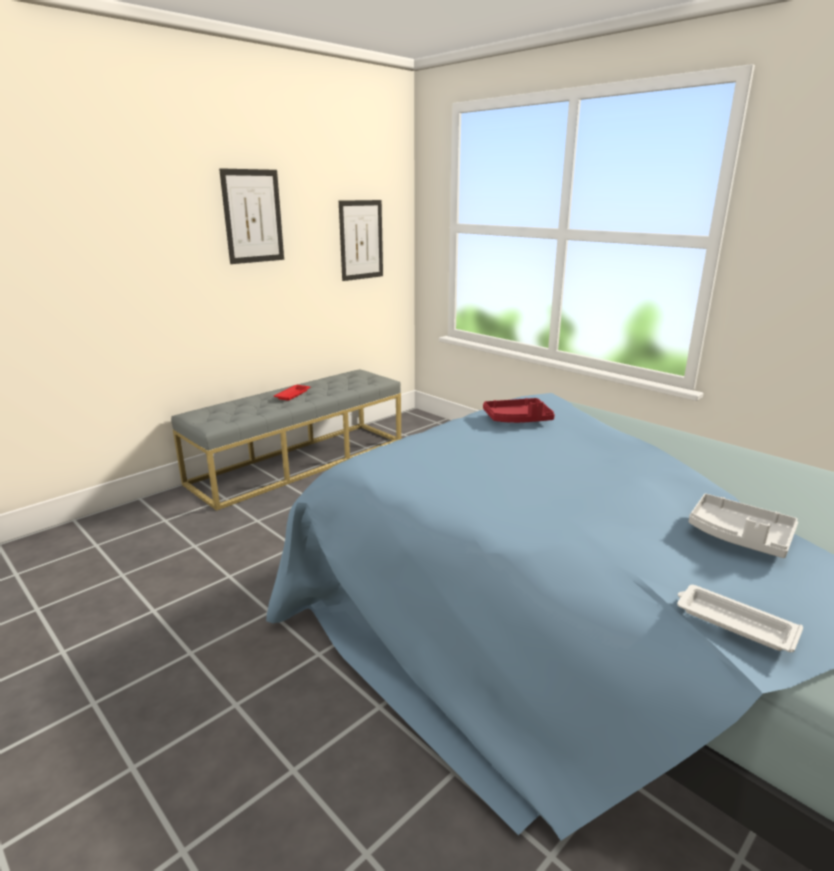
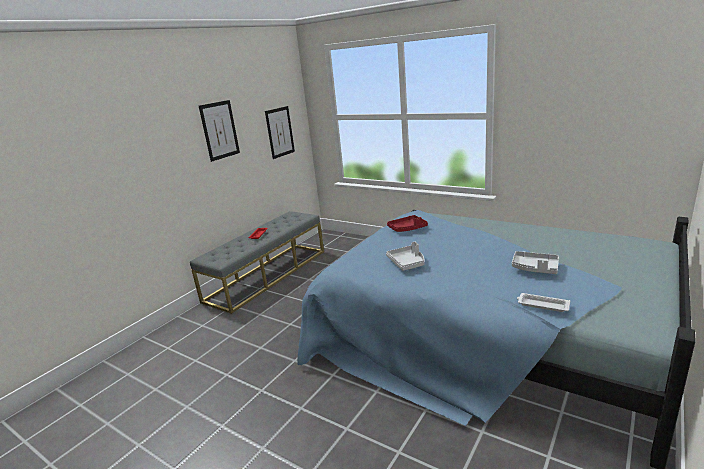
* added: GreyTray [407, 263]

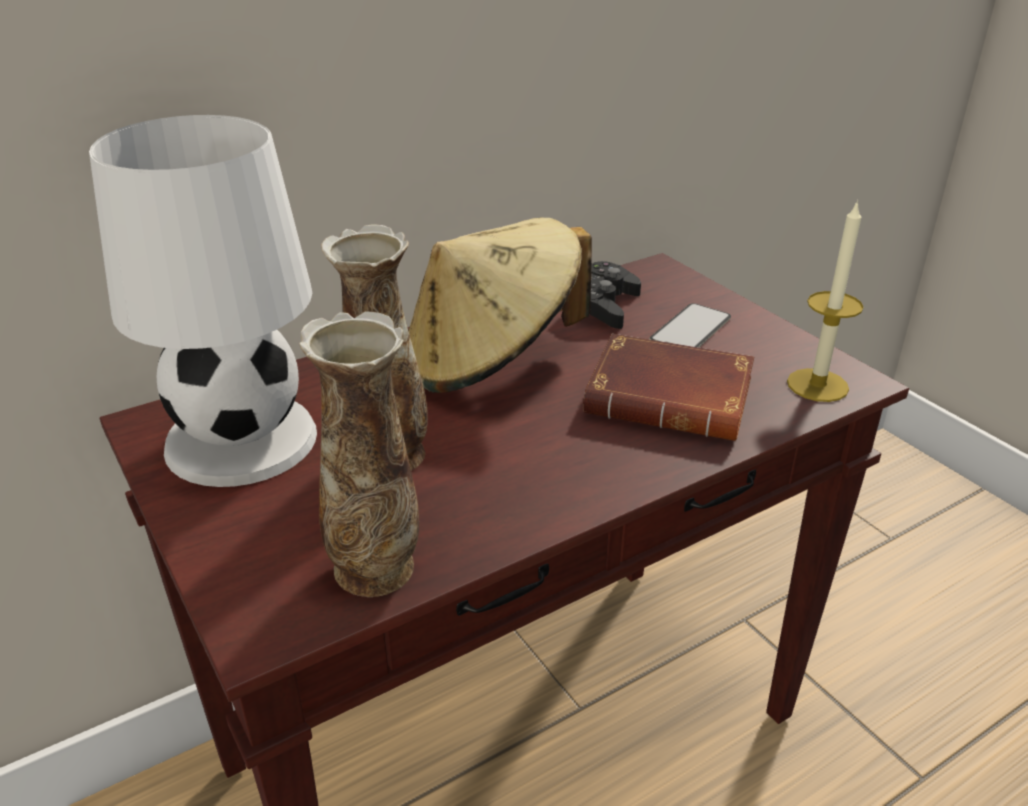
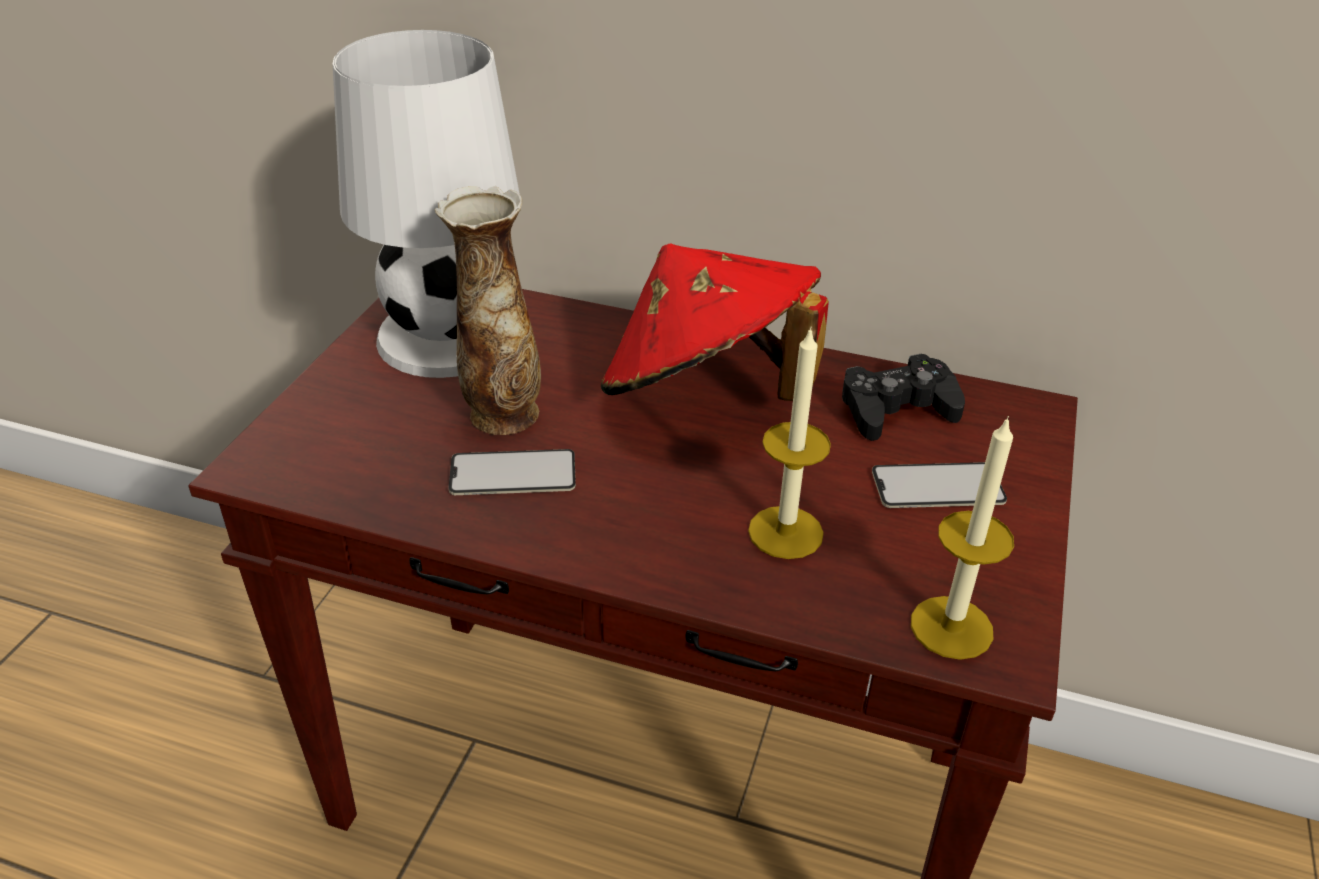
* recoloured: BeigeHat [491, 360] to RedHat [706, 393]
* removed: Vase [375, 570]
* replaced: BrownBook [673, 399] to Candle [785, 532]
* added: Phone [513, 473]

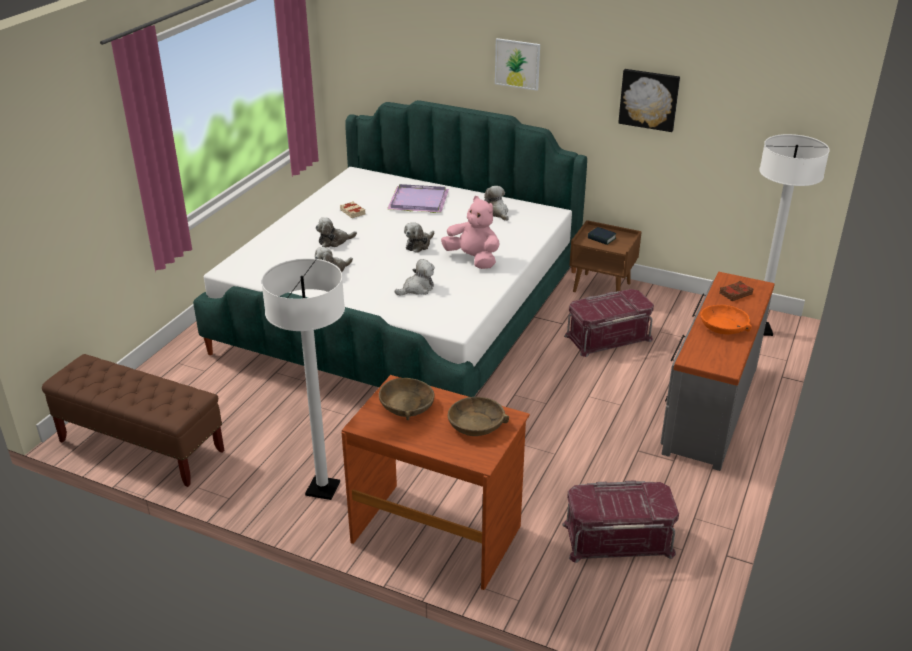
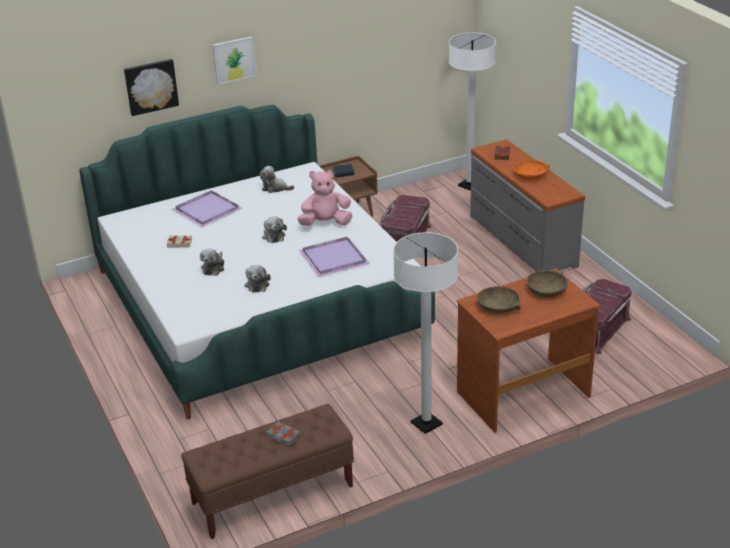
* moved: Picture [649, 99] to [151, 86]
* replaced: PlushToy [417, 289] to PurpleTray [333, 259]
* added: GreyBook [283, 436]

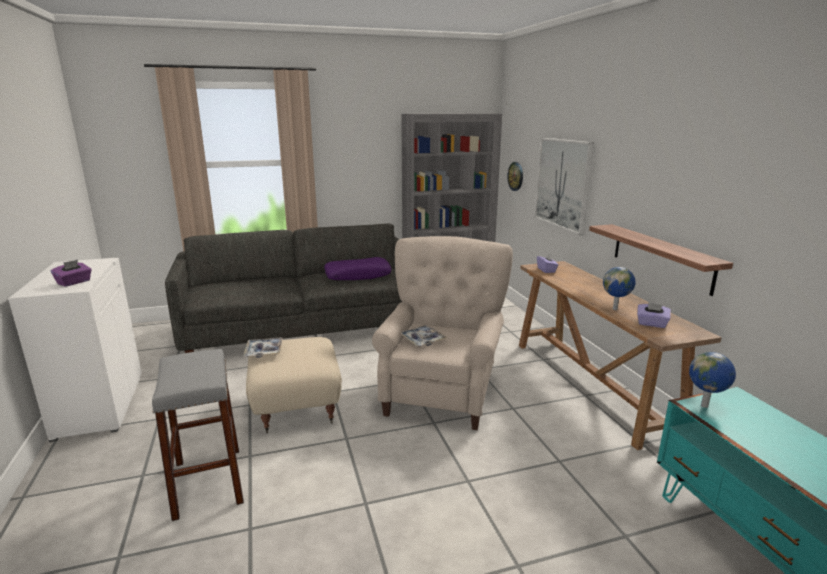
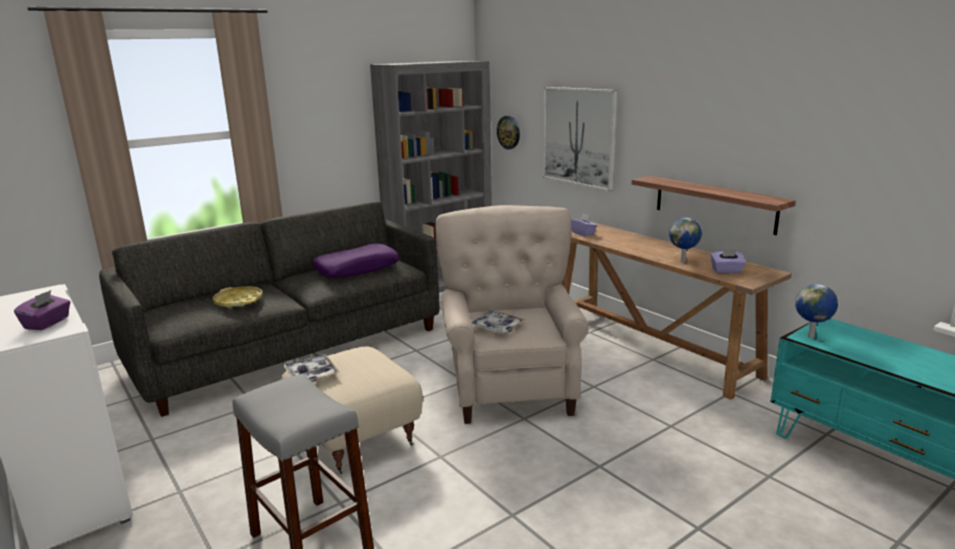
* added: YellowTray [238, 301]

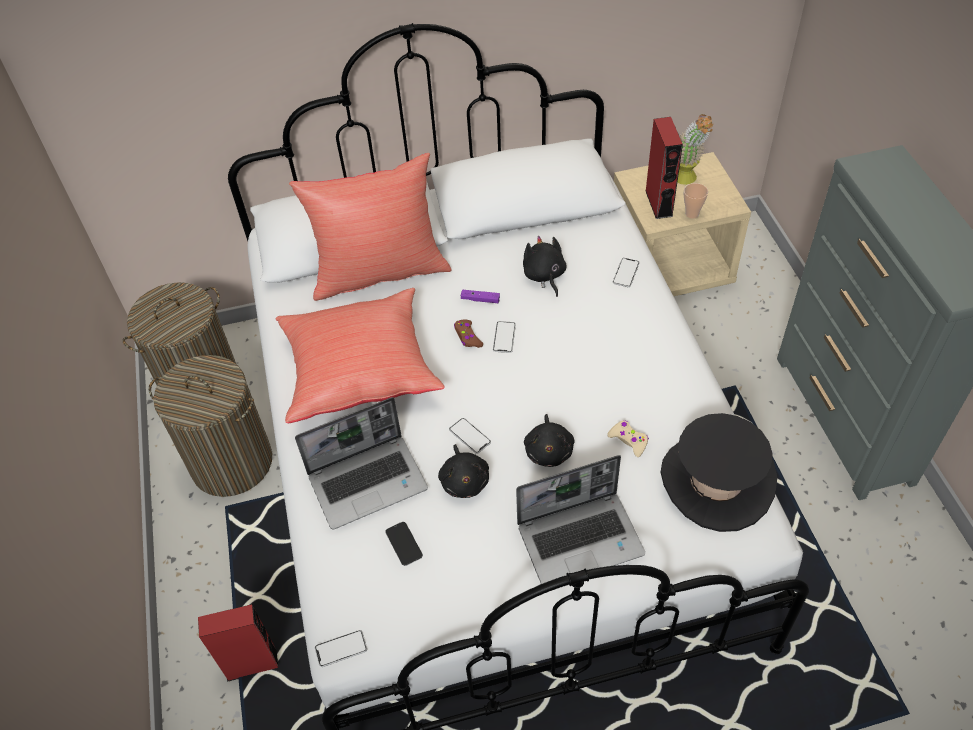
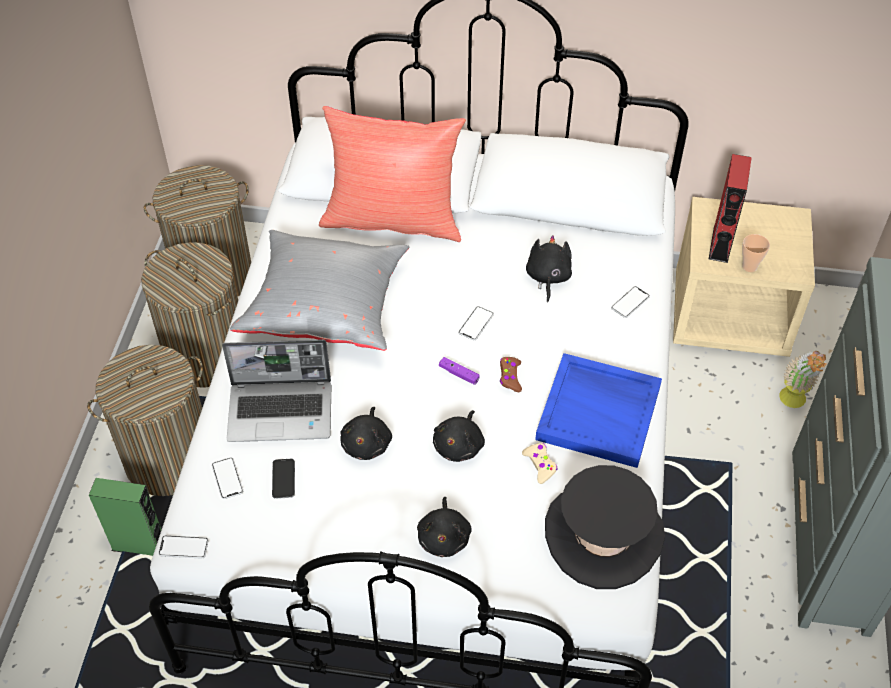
* moved: PottedPlant [688, 180] to [794, 403]
* recoloured: RedPillow [359, 371] to GreyPillow [326, 307]
* moved: PurpleGameController [480, 299] to [459, 374]
* moved: BrownGameController [468, 337] to [510, 377]
* moved: Phone [470, 436] to [227, 478]
* replaced: Laptop [581, 538] to BlackPlushToy [444, 537]
* recoloured: RedSpeaker [252, 665] to GreenSpeaker [139, 545]
* added: LaundryBasket [169, 459]
* added: BlueTray [600, 412]

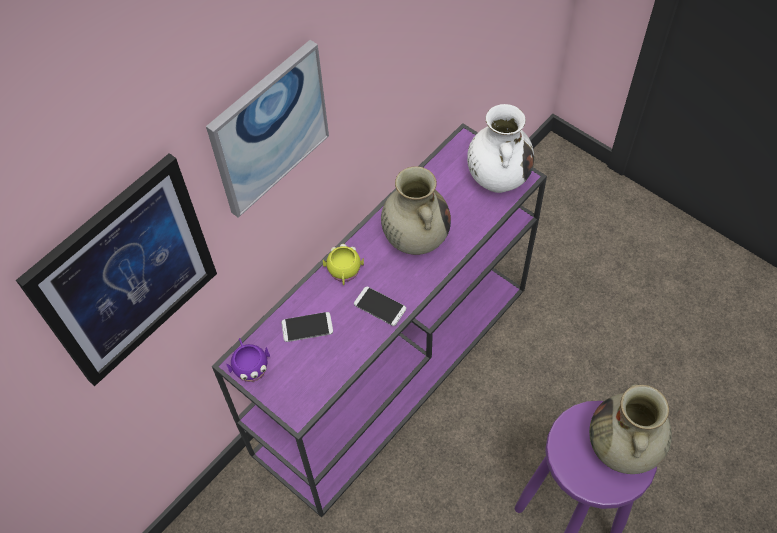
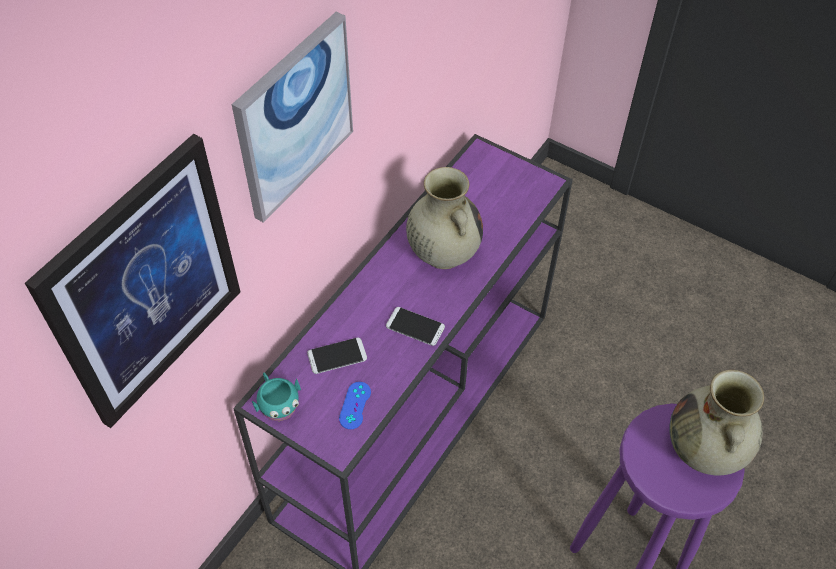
* removed: WhiteVase [497, 177]
* removed: YellowMug [344, 272]
* recoloured: PurpleMug [250, 365] to TurquoiseMug [277, 403]
* added: BlueGameController [355, 405]

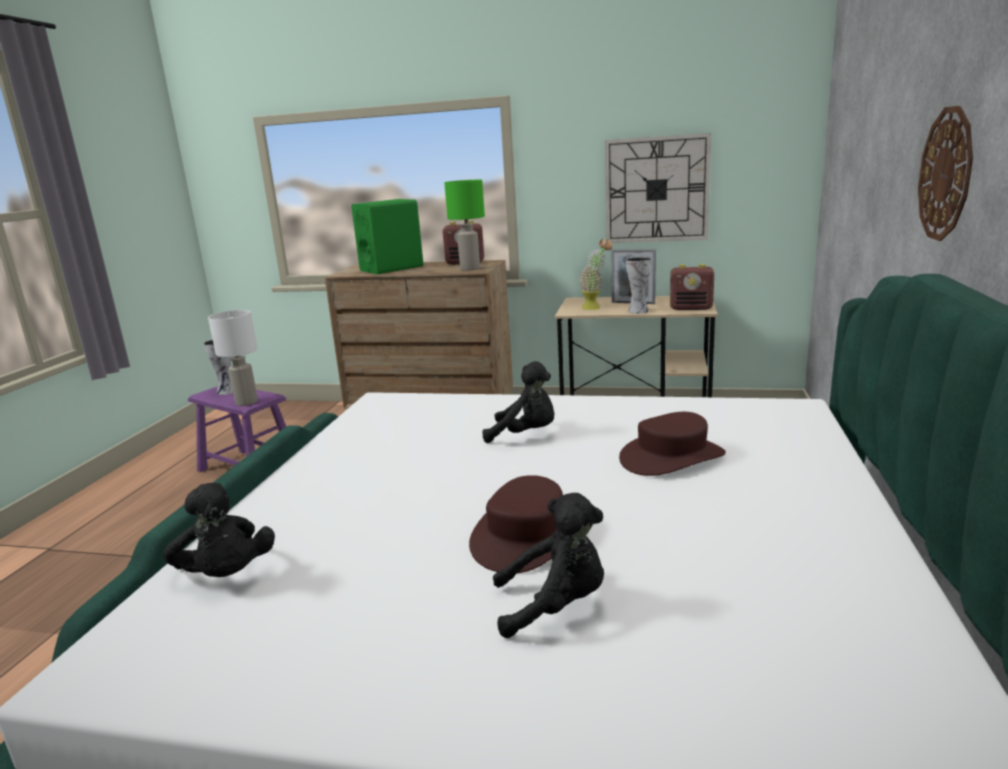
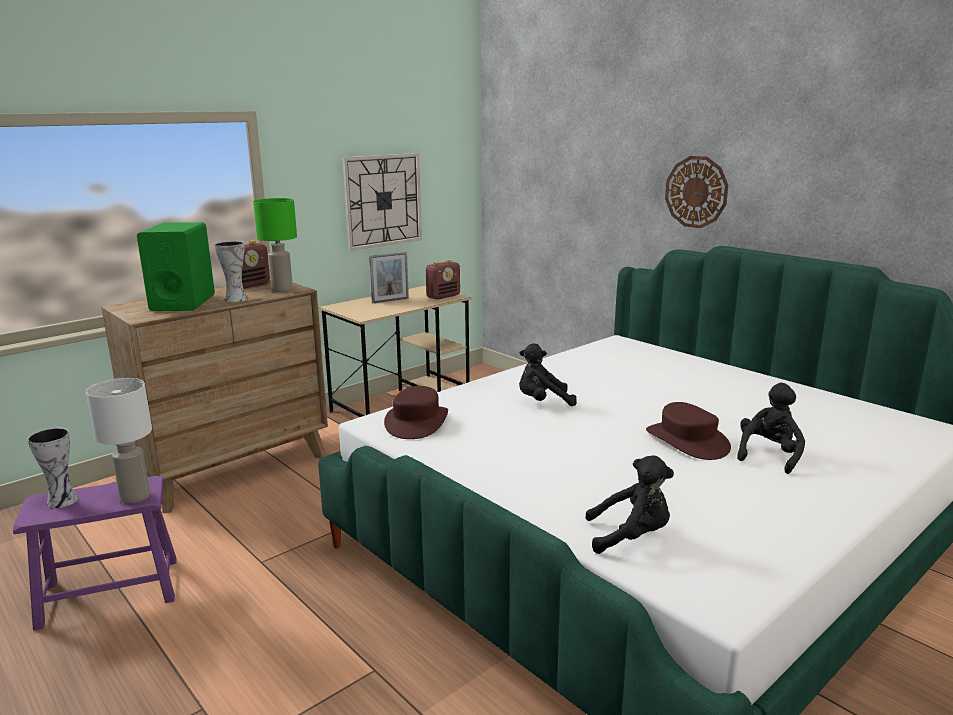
* removed: PottedPlant [596, 307]
* moved: Vase [638, 311] to [235, 299]
* turned: BlackPlushToy [525, 435] = [543, 402] 150 degrees counterclockwise
* moved: BrownHat [671, 457] to [416, 422]

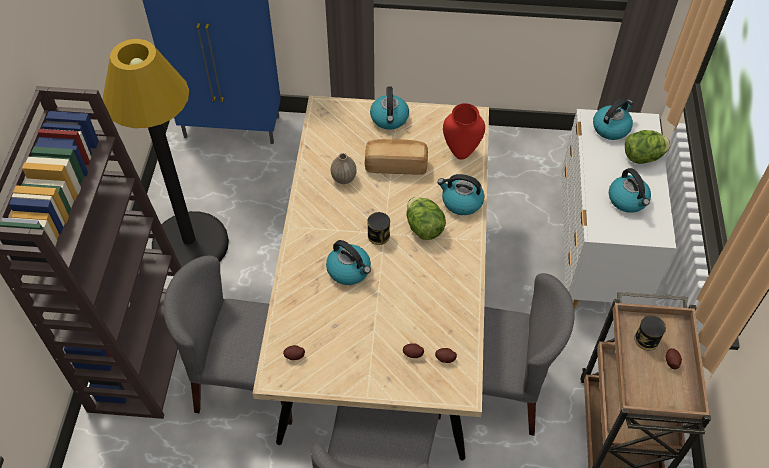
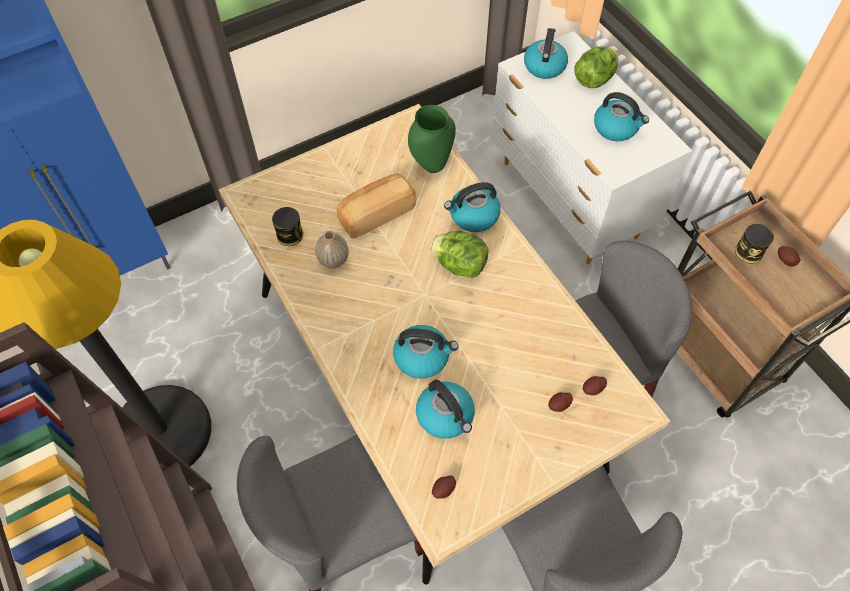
* moved: Kettle [389, 119] to [446, 416]
* recoloured: RedVase [461, 154] to GreenVase [431, 166]
* moved: Can [378, 235] to [290, 235]

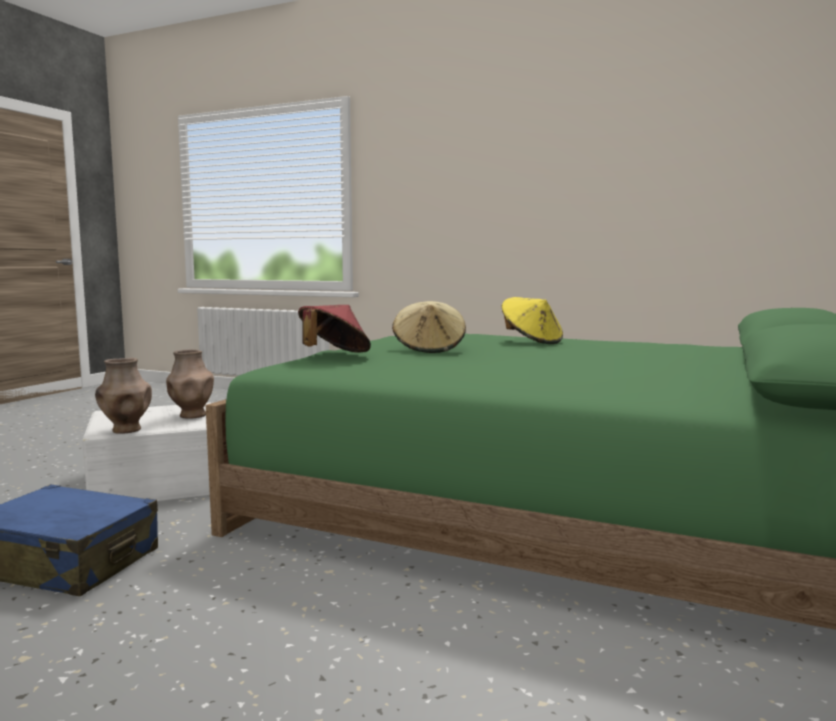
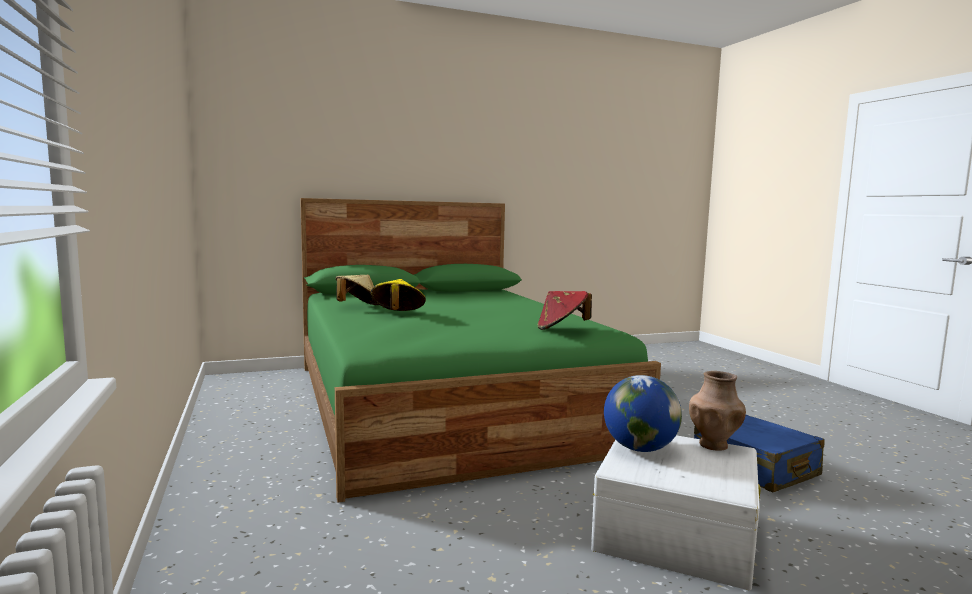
* moved: BeigeHat [429, 349] to [358, 307]
* replaced: BrownVase [192, 415] to Globe [639, 448]

